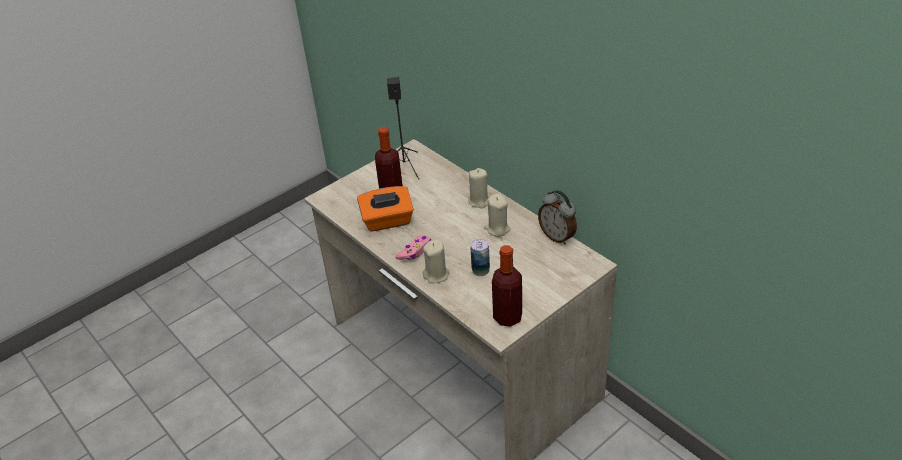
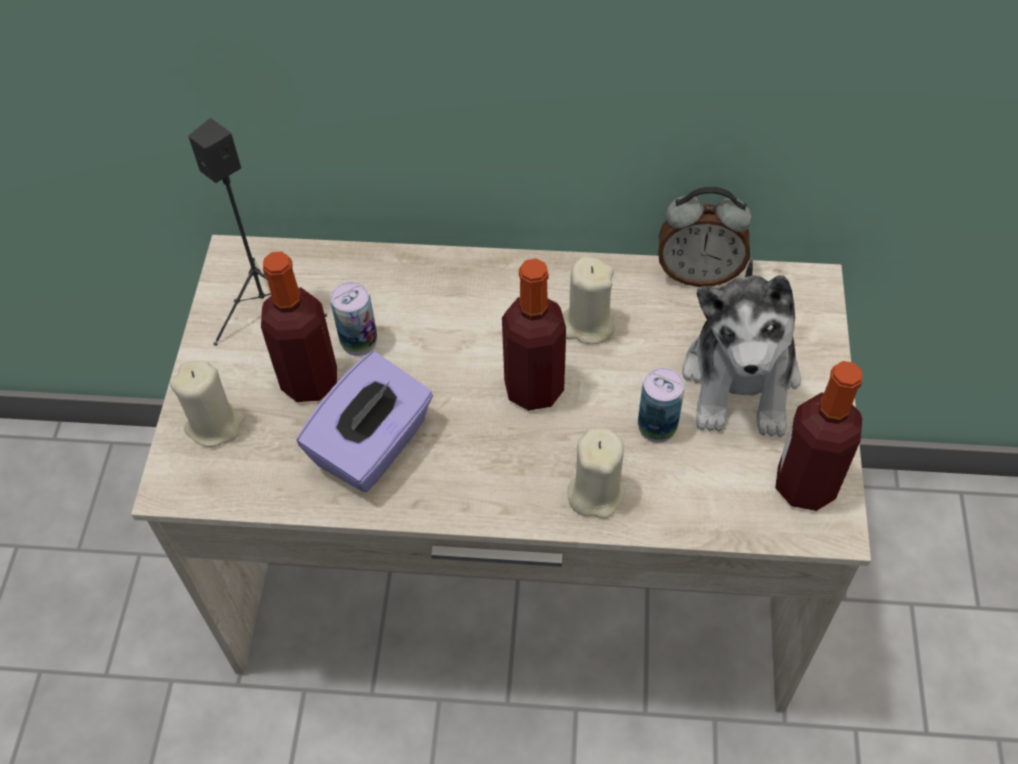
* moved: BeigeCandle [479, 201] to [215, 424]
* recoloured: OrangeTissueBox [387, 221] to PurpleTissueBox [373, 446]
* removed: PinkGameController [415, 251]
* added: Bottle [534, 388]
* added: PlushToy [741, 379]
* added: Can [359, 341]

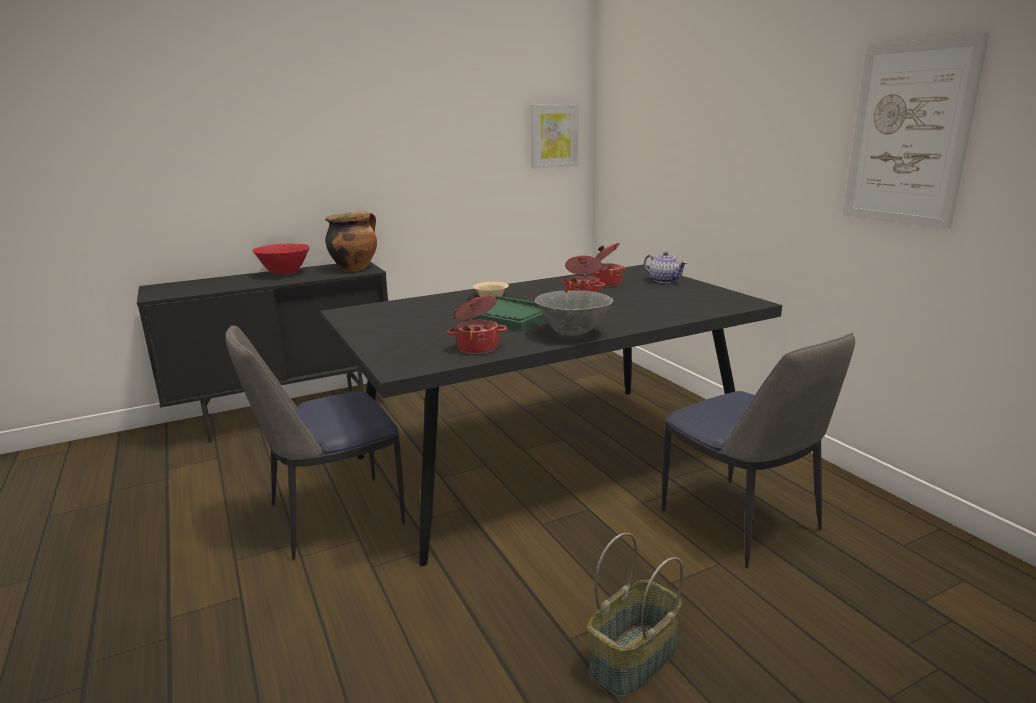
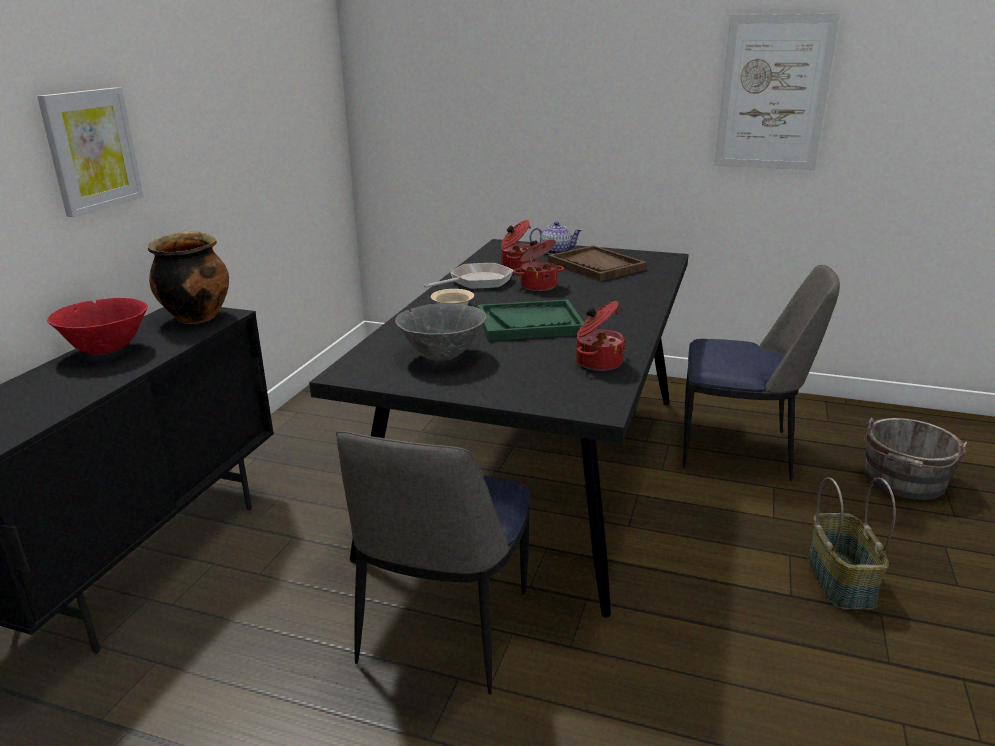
* moved: Picture [553, 136] to [91, 150]
* moved: GreyBowl [572, 333] to [442, 356]
* added: BrownTray [596, 266]
* added: FryingPan [477, 282]
* added: GreyBucket [903, 481]

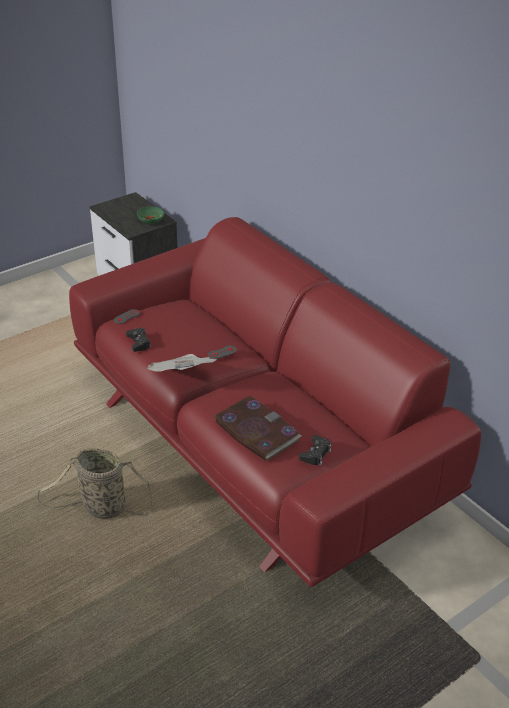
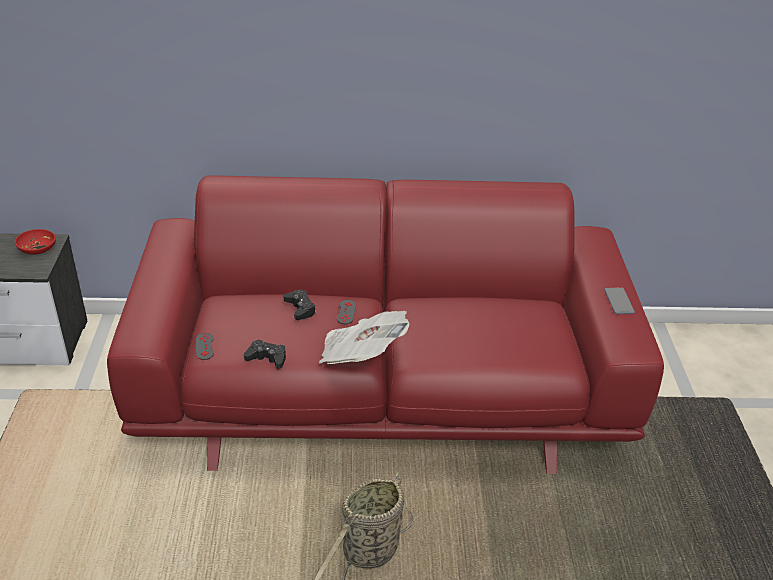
* recoloured: GreenBowl [151, 220] to RedBowl [37, 248]
* removed: Book [256, 431]
* moved: BlackGameController [315, 454] to [300, 308]
* added: Phone [618, 301]

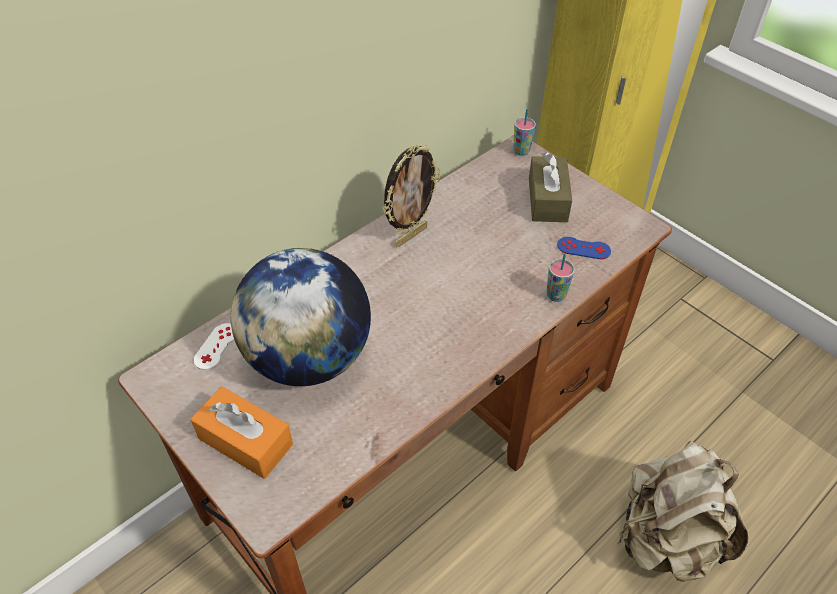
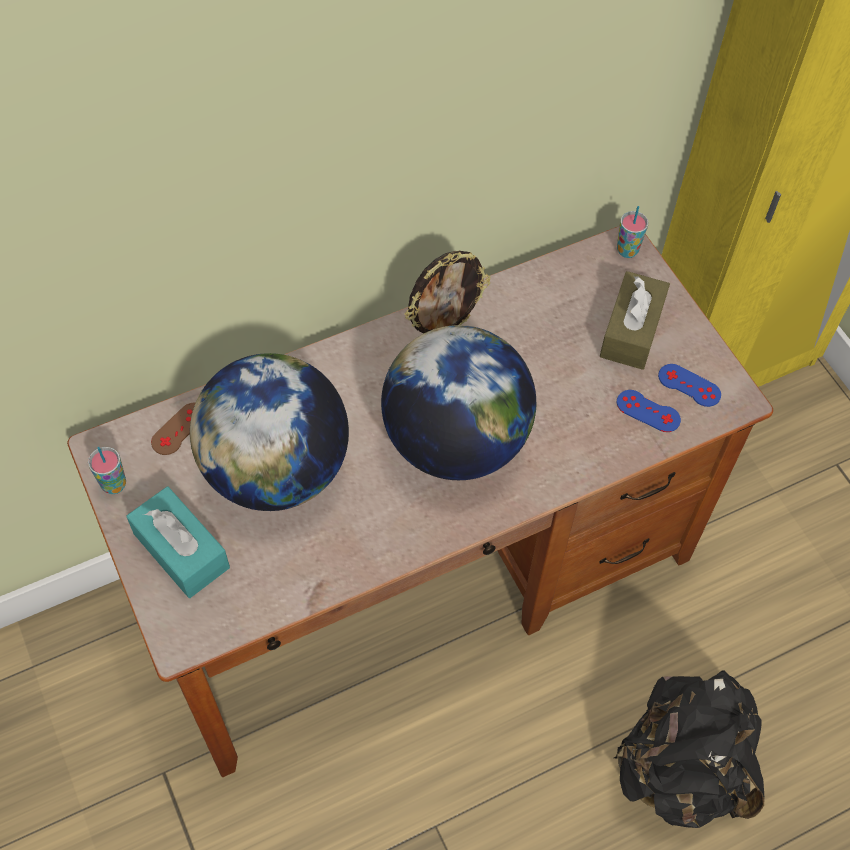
* moved: Cup [556, 295] to [114, 485]
* recoloured: WhiteGameController [216, 346] to BrownGameController [180, 429]
* recoloured: OrangeTissueBox [245, 441] to TurquoiseTissueBox [181, 550]
* recoloured: BeigeBackpack [666, 538] to BlackBackpack [681, 768]
* added: Globe [455, 441]
* added: BlueGameController [689, 385]

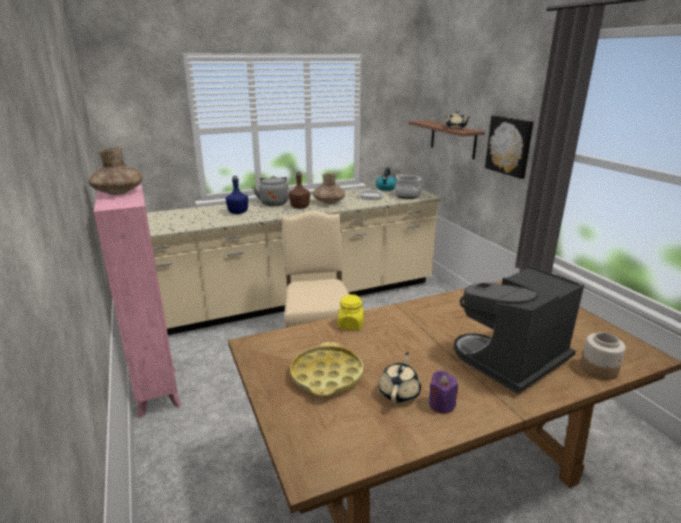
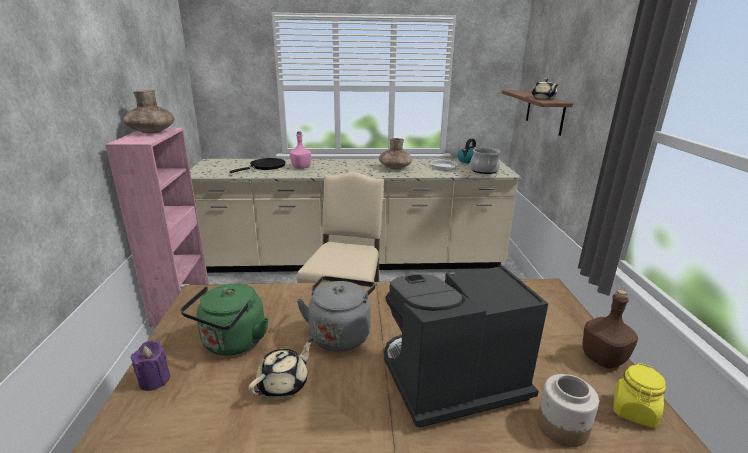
* removed: Picture [509, 146]
* moved: BrownBottle [300, 207] to [603, 358]
* recoloured: BlueBottle [238, 212] to PinkBottle [301, 167]
* moved: GreyKettle [274, 203] to [340, 334]
* moved: YellowJar [351, 324] to [634, 411]
* replaced: YellowTray [326, 375] to GreenKettle [232, 343]
* moved: PurpleCandle [441, 405] to [154, 380]
* added: BlackFryingPan [265, 167]

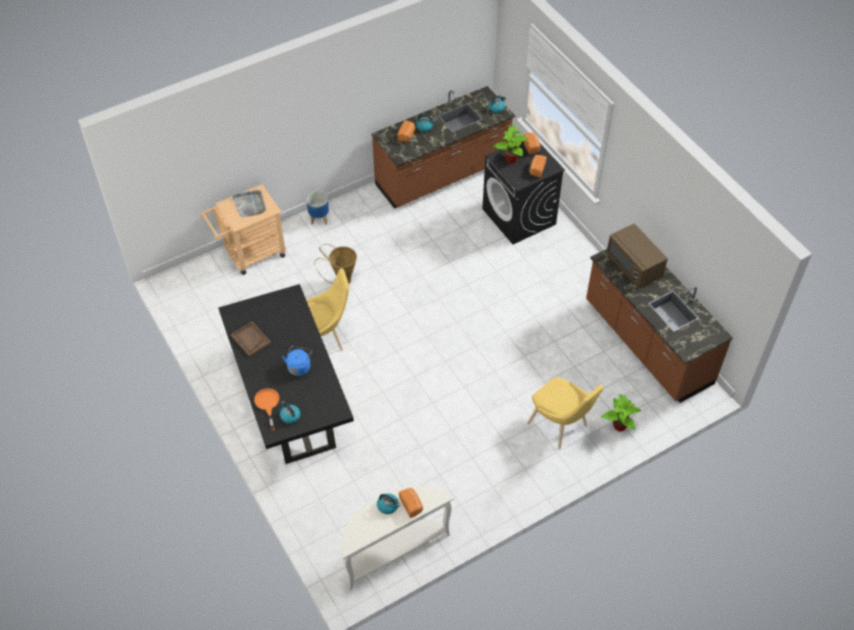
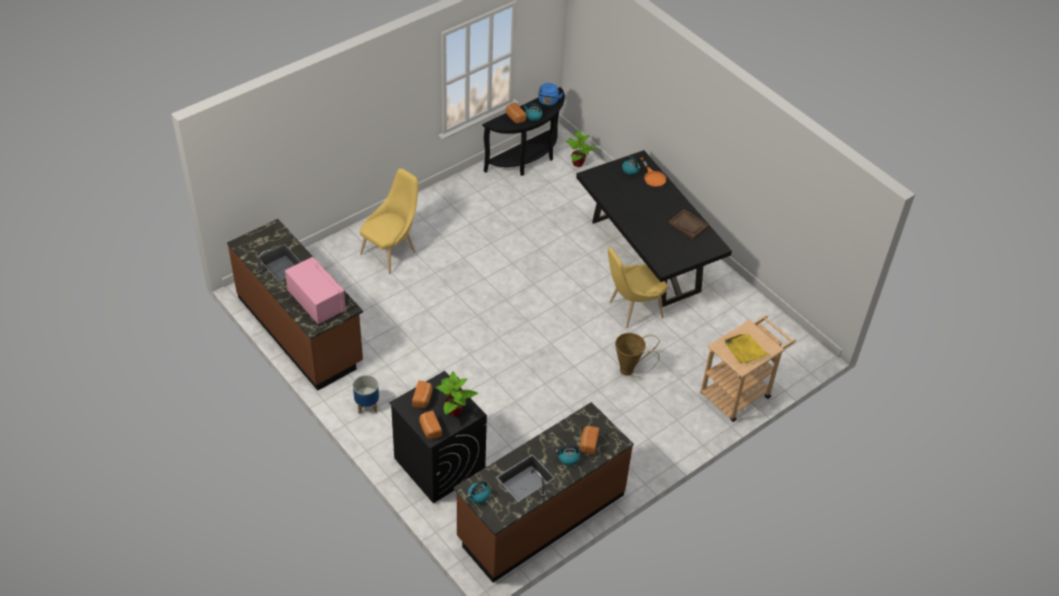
* recoloured: GreyTray [250, 204] to YellowTray [745, 350]
* moved: Planter [319, 218] to [367, 406]
* recoloured: BrownMicrowave [634, 266] to PinkMicrowave [316, 302]
* moved: BlueKettle [299, 366] to [548, 102]
* turned: YellowChair [560, 426] = [391, 251] 90 degrees clockwise
* moved: PottedPlant [619, 425] to [578, 163]
* recoloured: WhiteConsoleTable [392, 549] to BlackConsoleTable [527, 160]

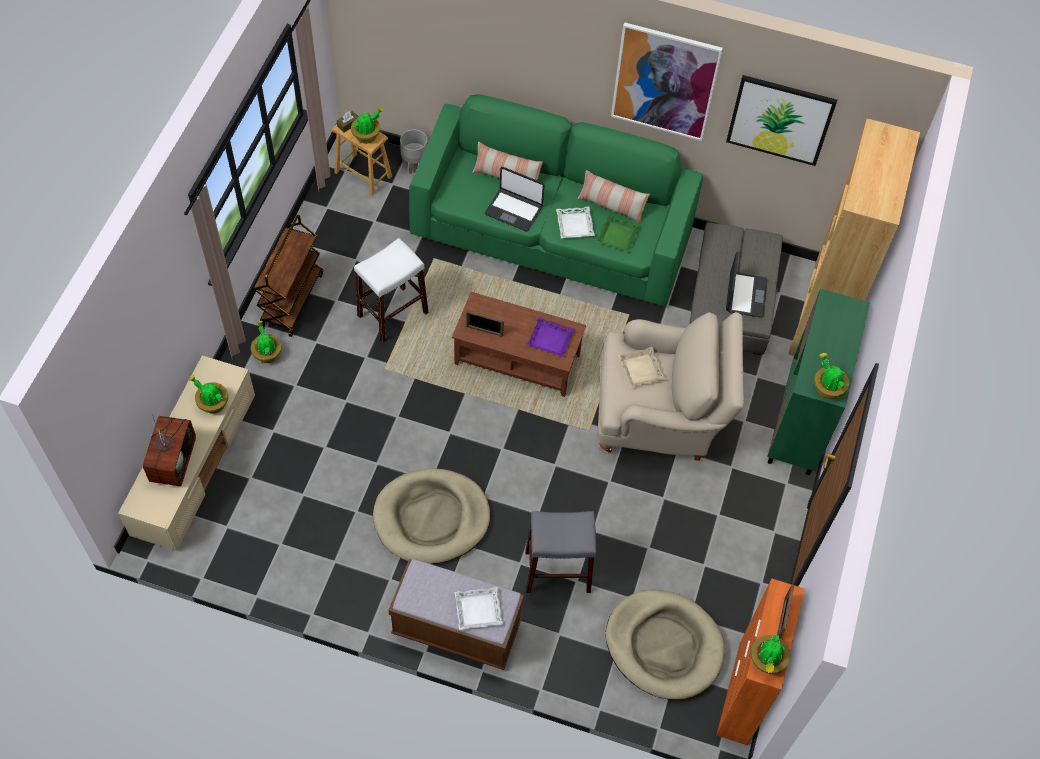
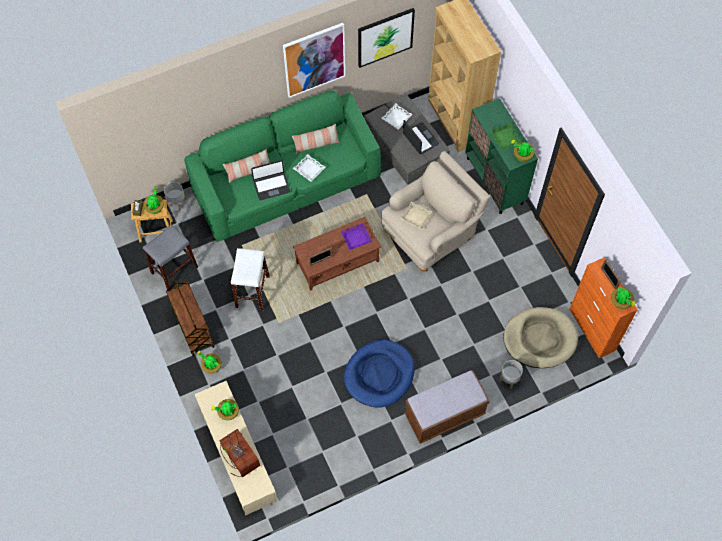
* moved: GreenTray [617, 236] to [504, 138]
* recoloured: BeigeDogBed [431, 518] to BlueDogBed [379, 374]
* moved: GreyStool [558, 571] to [174, 270]
* moved: WhiteTray [478, 610] to [396, 118]
* added: GreyPlanter [509, 379]

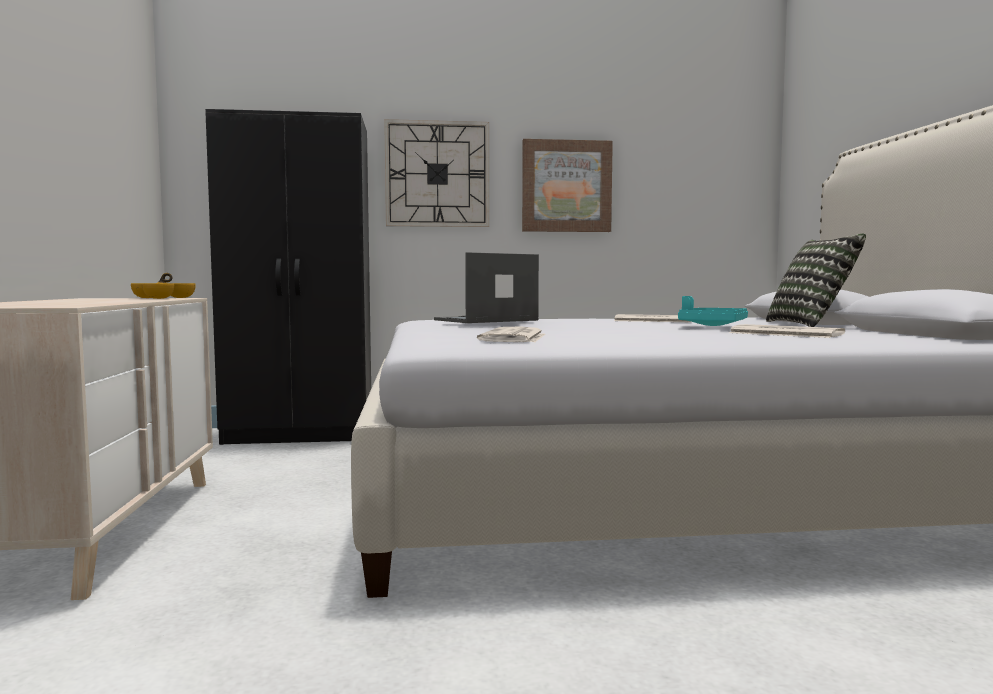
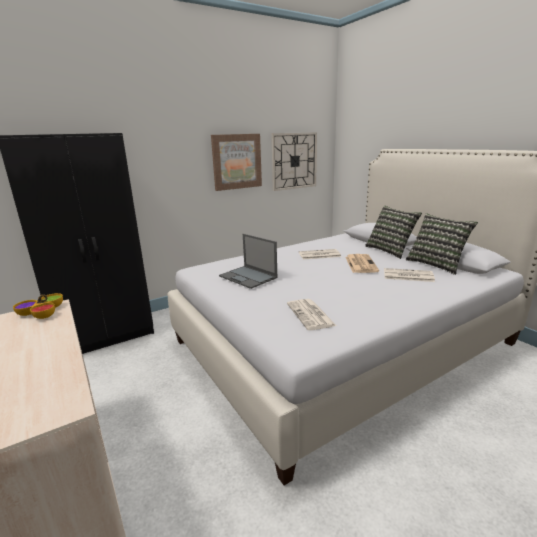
* moved: WallClock [437, 174] to [294, 161]
* turned: Laptop [485, 320] = [248, 277] 75 degrees counterclockwise
* replaced: TurquoiseTray [713, 325] to Newspaper [360, 264]
* added: Pillow [436, 264]

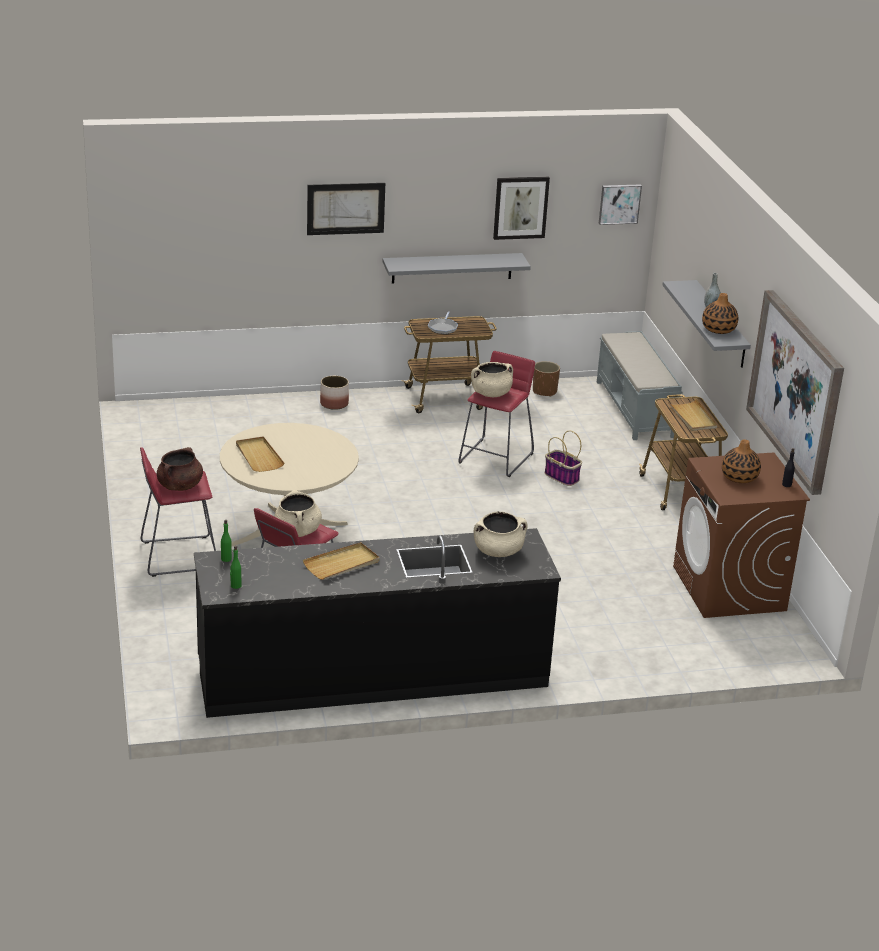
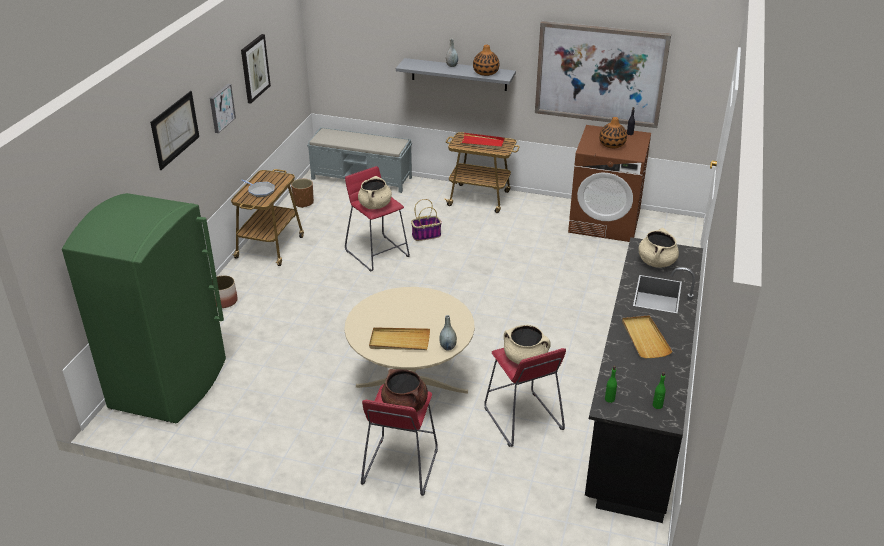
* moved: Picture [619, 203] to [221, 108]
* removed: GreyShelf [452, 268]
* recoloured: BeigeTray [692, 417] to RedTray [482, 143]
* added: GreenFridge [171, 384]
* added: GreyVase [448, 347]

